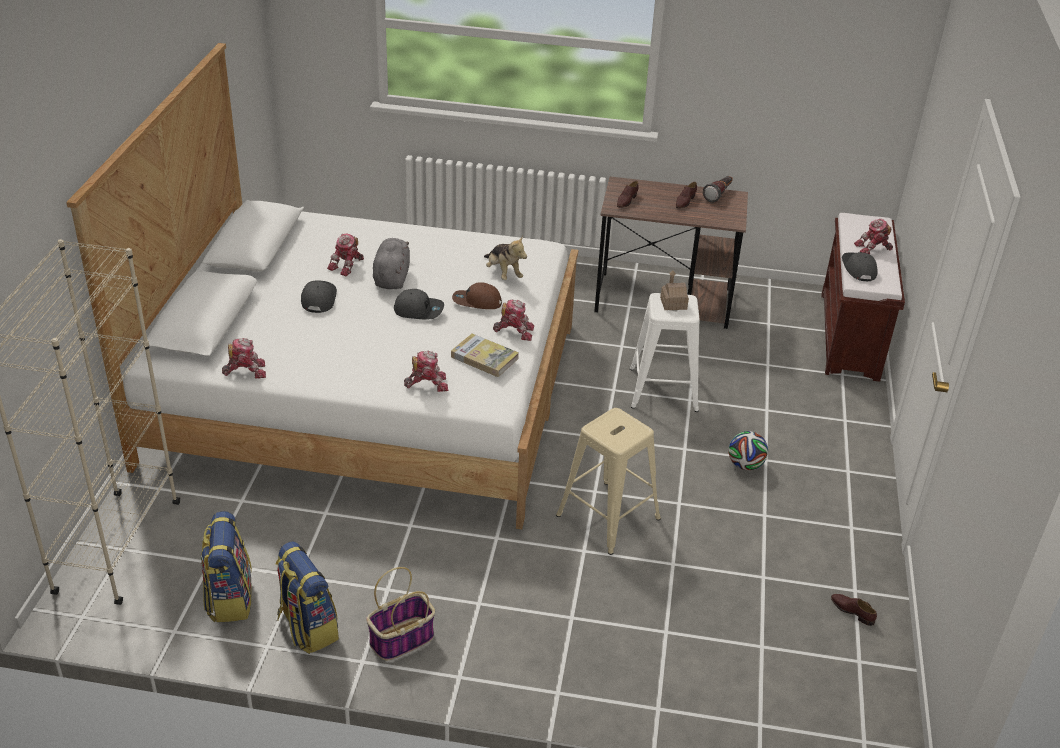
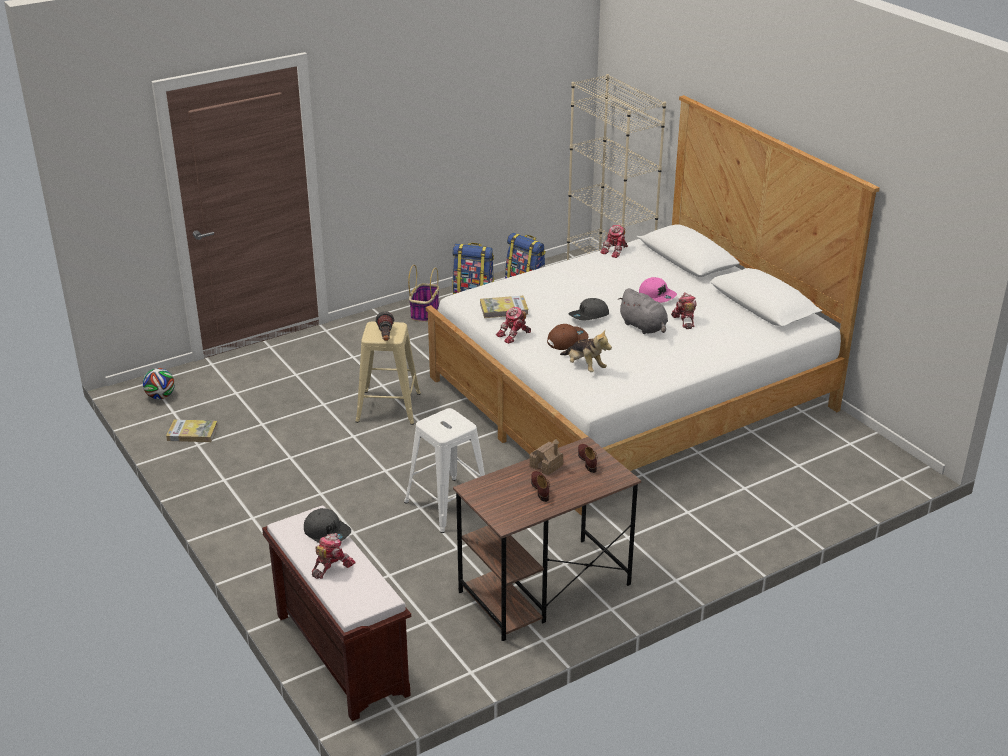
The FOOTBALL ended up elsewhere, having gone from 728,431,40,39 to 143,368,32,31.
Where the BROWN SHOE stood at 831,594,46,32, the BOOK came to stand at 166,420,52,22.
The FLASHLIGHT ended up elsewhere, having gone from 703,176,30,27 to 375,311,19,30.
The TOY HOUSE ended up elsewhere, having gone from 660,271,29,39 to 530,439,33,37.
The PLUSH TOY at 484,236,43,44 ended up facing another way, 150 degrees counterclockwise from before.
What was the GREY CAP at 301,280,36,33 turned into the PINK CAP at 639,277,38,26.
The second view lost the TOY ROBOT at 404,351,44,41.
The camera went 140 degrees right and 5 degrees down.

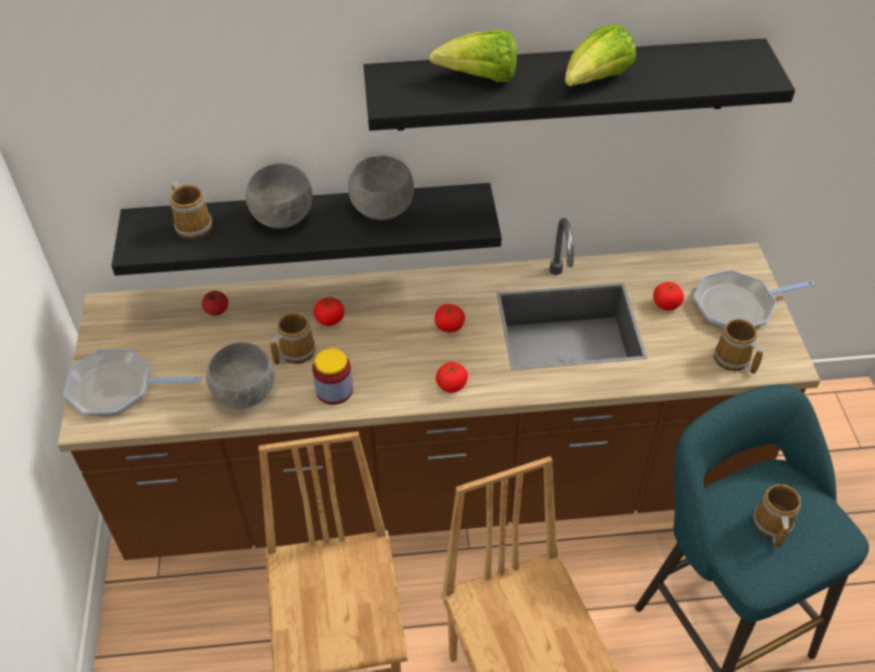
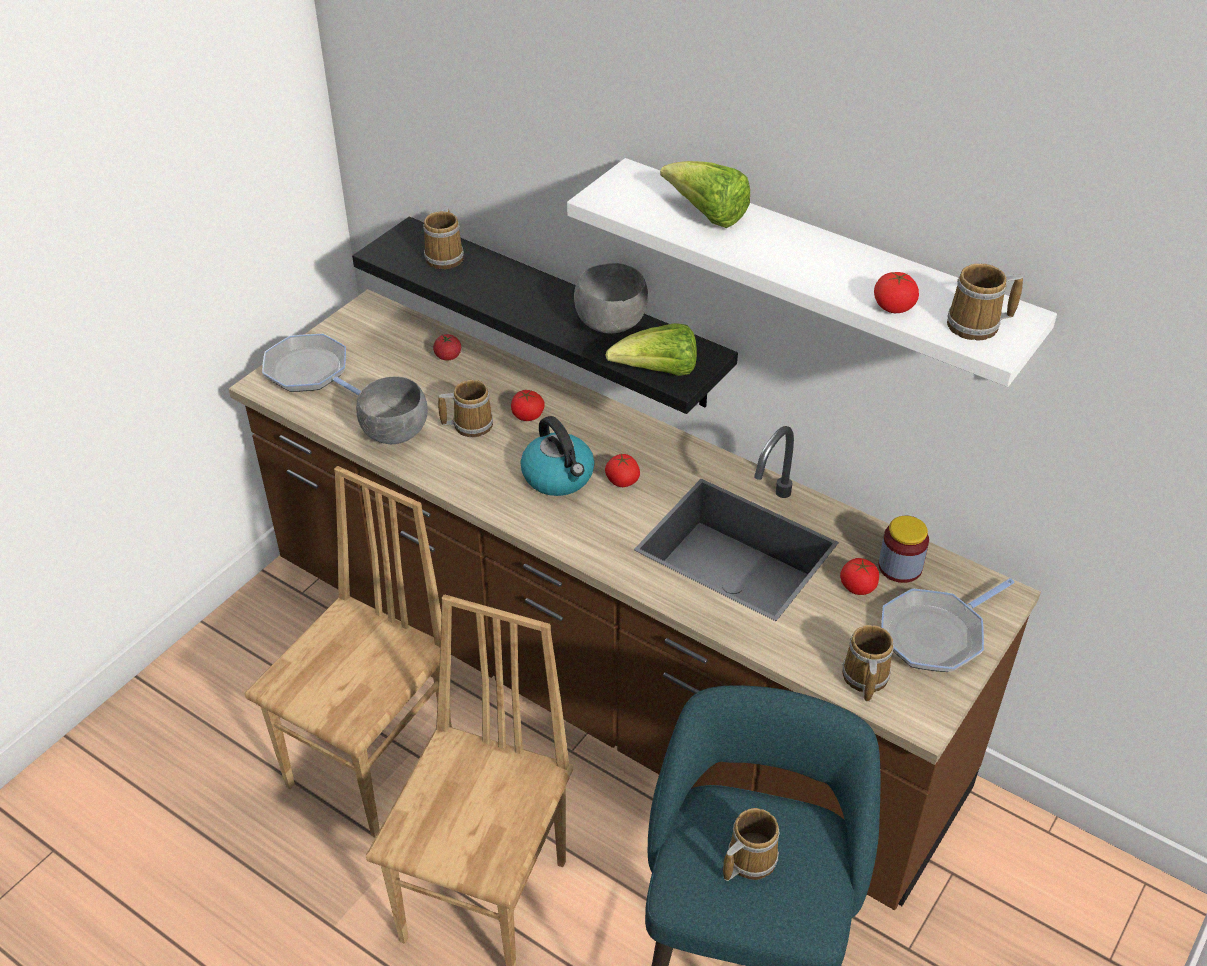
The second view gained the KETTLE at 521,416,73,80.
What was the BLACK SHELF at 364,38,431,93 turned into the WHITE SHELF at 567,158,490,229.
The LETTUCE ended up elsewhere, having gone from 565,24,71,62 to 605,323,92,53.
The TOMATO ended up elsewhere, having gone from 436,362,32,31 to 874,272,45,41.
The JAR ended up elsewhere, having gone from 312,348,41,57 to 878,516,51,67.
The FRYING PAN at 694,270,120,58 ended up facing another way, 60 degrees counterclockwise from before.
The second view gained the MUG at 947,264,76,77.
The second view lost the GREY BOWL at 246,163,67,65.
The camera went 40 degrees right and 5 degrees down.

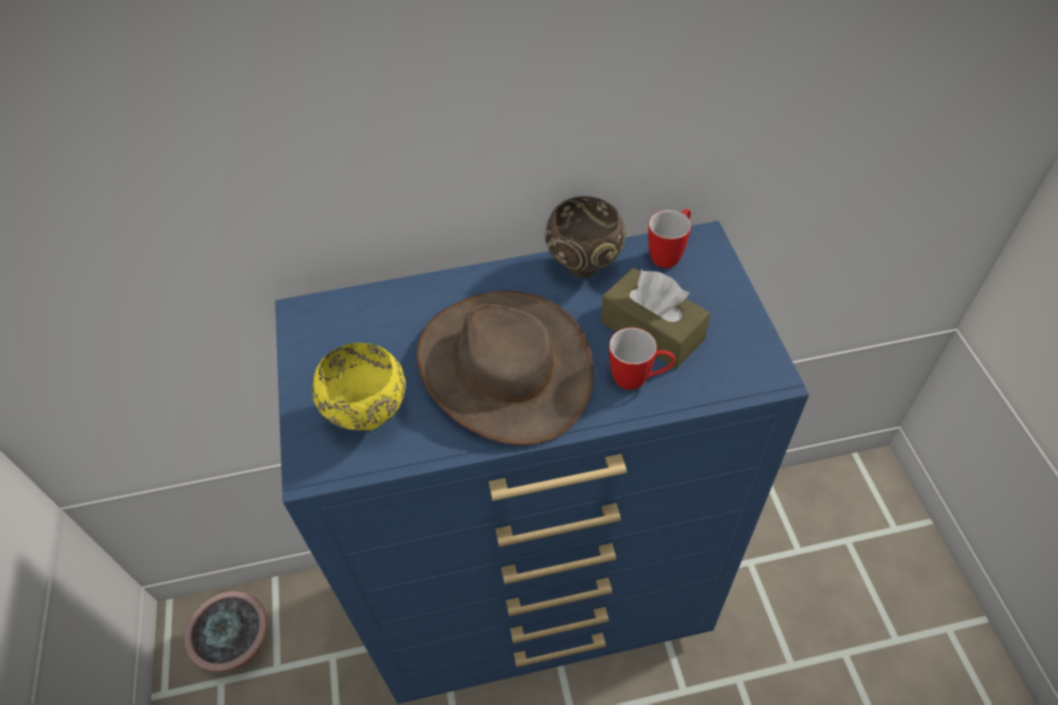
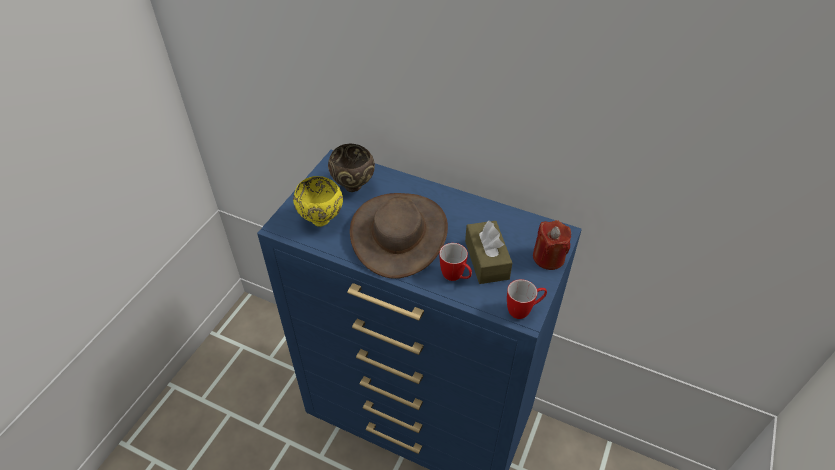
The BROWN BOWL ended up elsewhere, having gone from 545,196,81,82 to 328,144,47,48.
The MUG ended up elsewhere, having gone from 648,209,43,59 to 507,279,40,40.
The second view gained the RED CANDLE at 533,220,38,50.
The second view lost the POTTED PLANT at 184,591,83,81.
The camera went 35 degrees right and 5 degrees down.

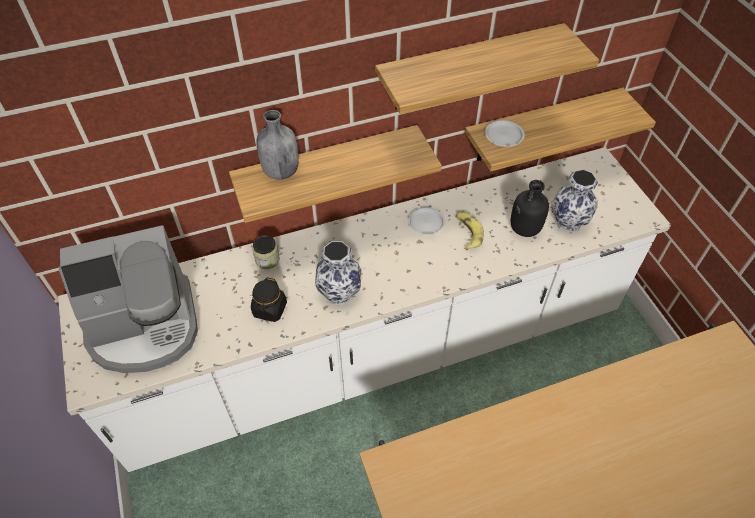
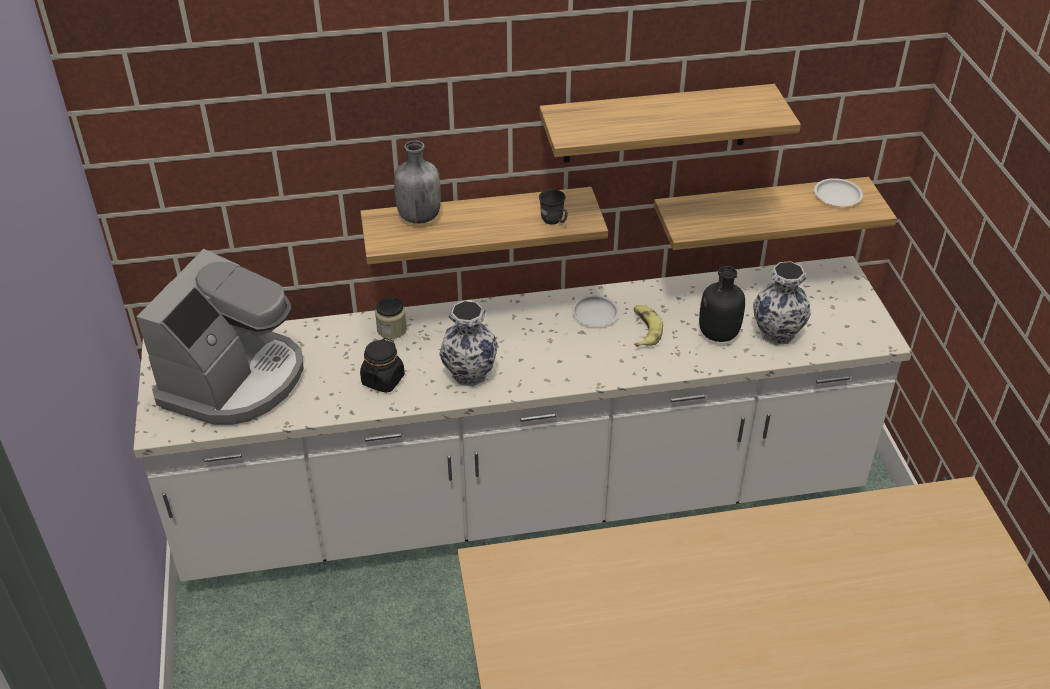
The COFFEE MACHINE at 59,225,139,148 ended up facing another way, 60 degrees counterclockwise from before.
The second view gained the GREY MUG at 539,189,29,36.
The WHITE PLATE ended up elsewhere, having gone from 485,120,40,27 to 814,178,49,28.
The camera went 10 degrees right and 10 degrees down.

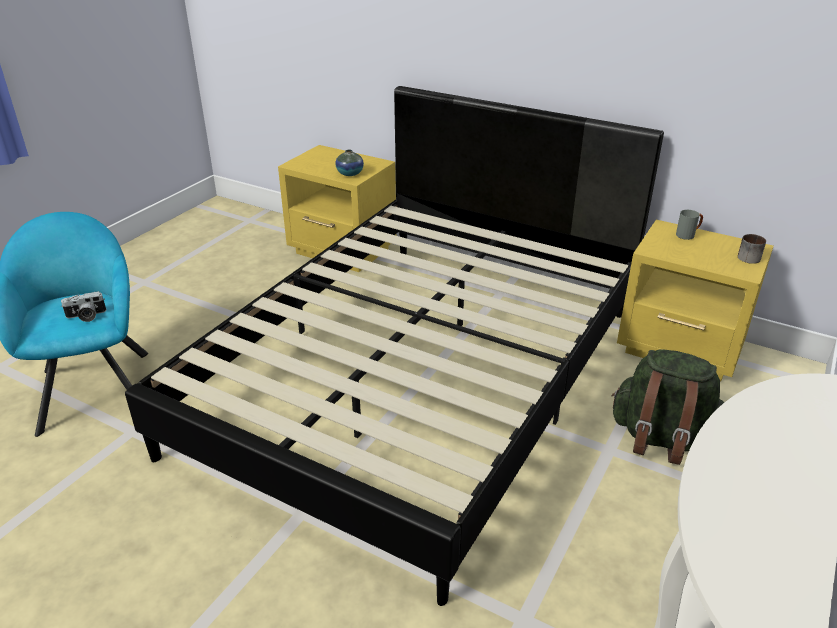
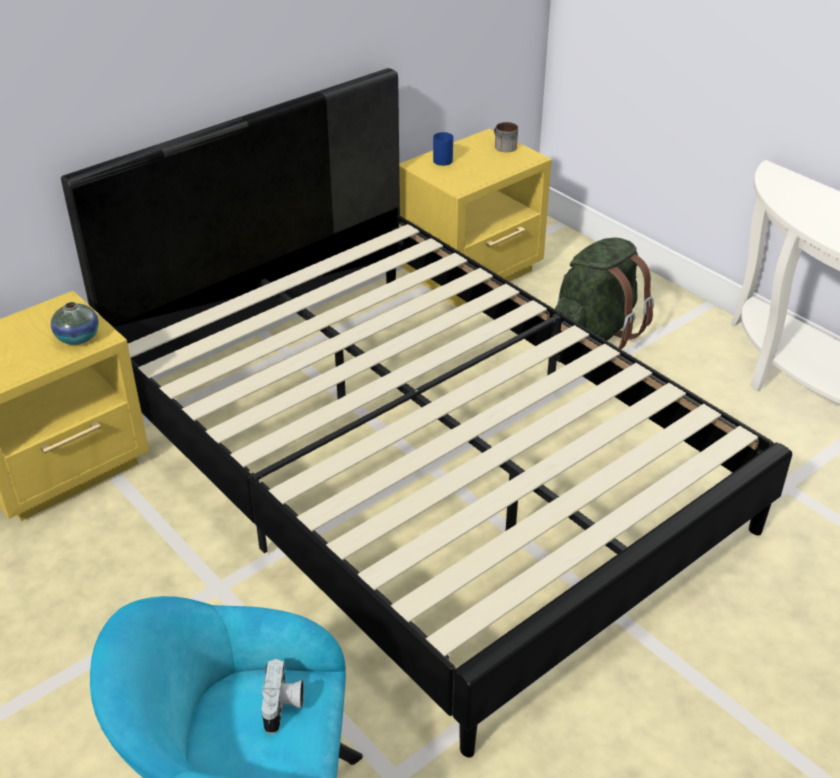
What was the GREY MUG at 676,210,27,30 turned into the BLUE MUG at 433,132,20,34.
The camera went 70 degrees left and 5 degrees up.

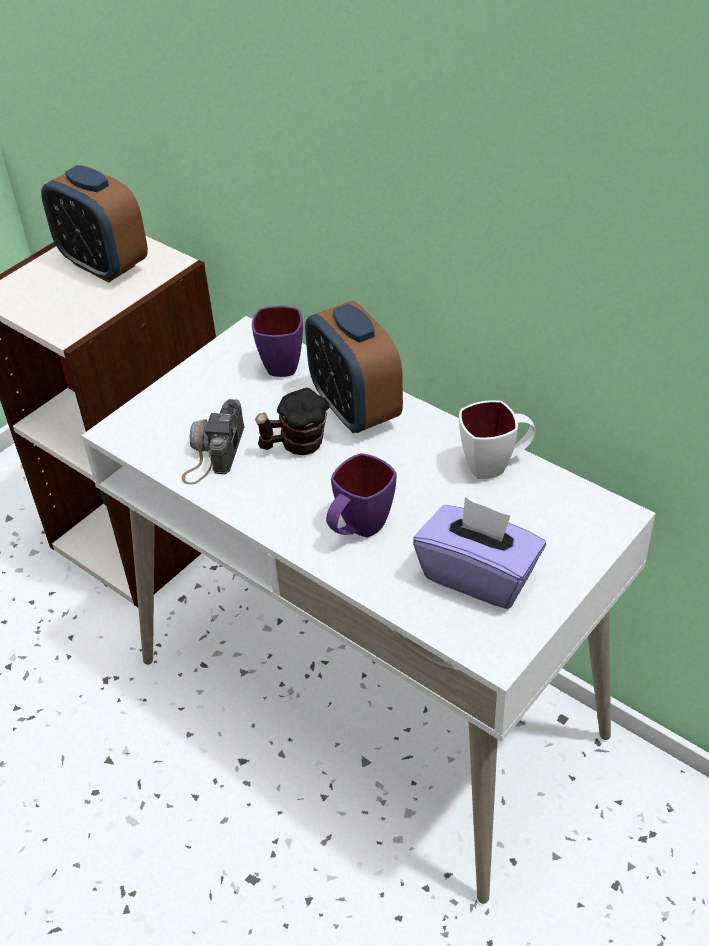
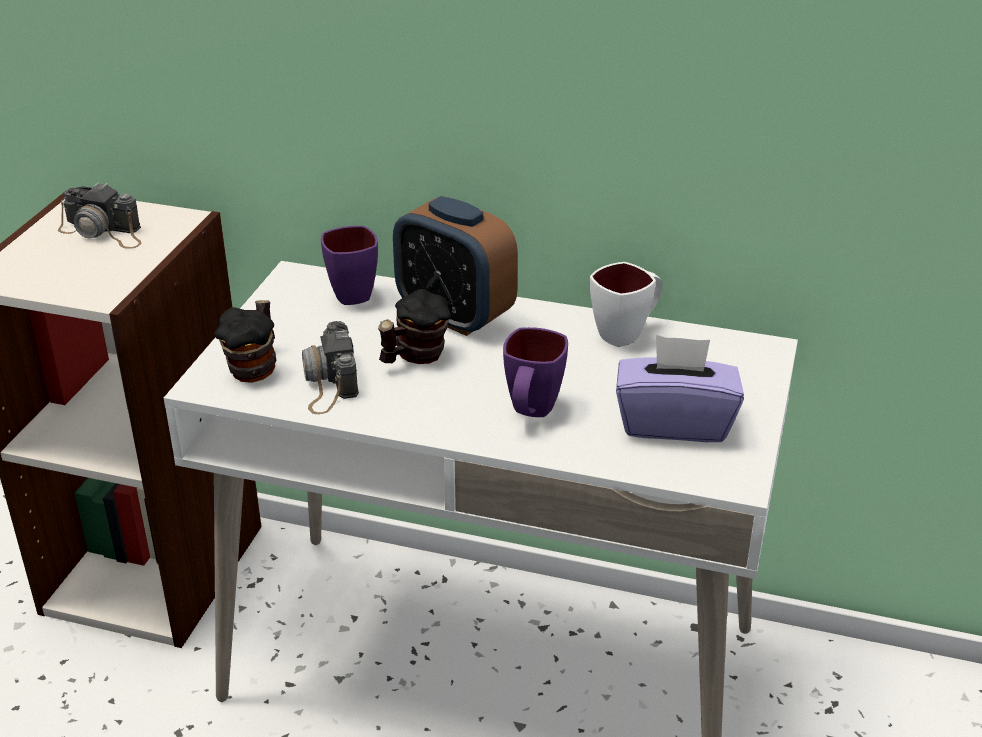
Where the ALARM CLOCK stood at 41,165,107,118, the PHOTO CAMERA came to stand at 58,182,83,67.
The second view gained the MUG at 215,300,61,83.
The camera went 25 degrees left and 10 degrees down.

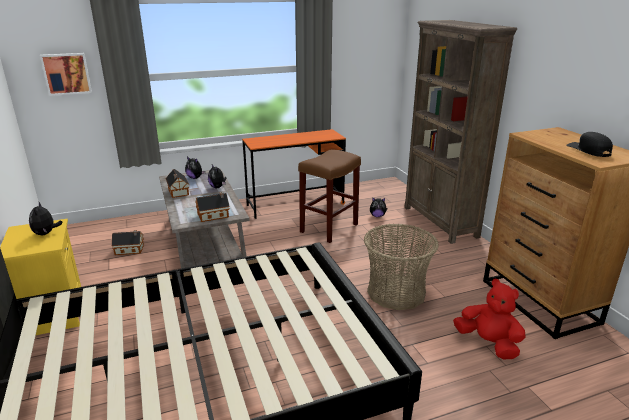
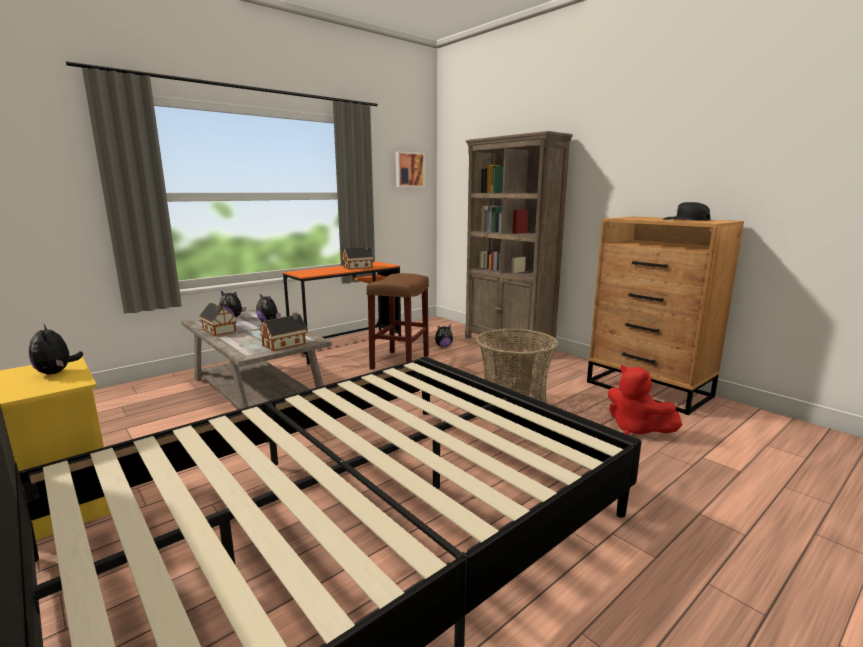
The TOY HOUSE ended up elsewhere, having gone from 112,230,32,25 to 342,245,32,25.
The PICTURE ended up elsewhere, having gone from 40,53,52,43 to 396,151,29,36.
The RED PLUSH TOY at 453,279,73,80 ended up facing another way, 150 degrees counterclockwise from before.
The camera went 20 degrees left and 10 degrees down.

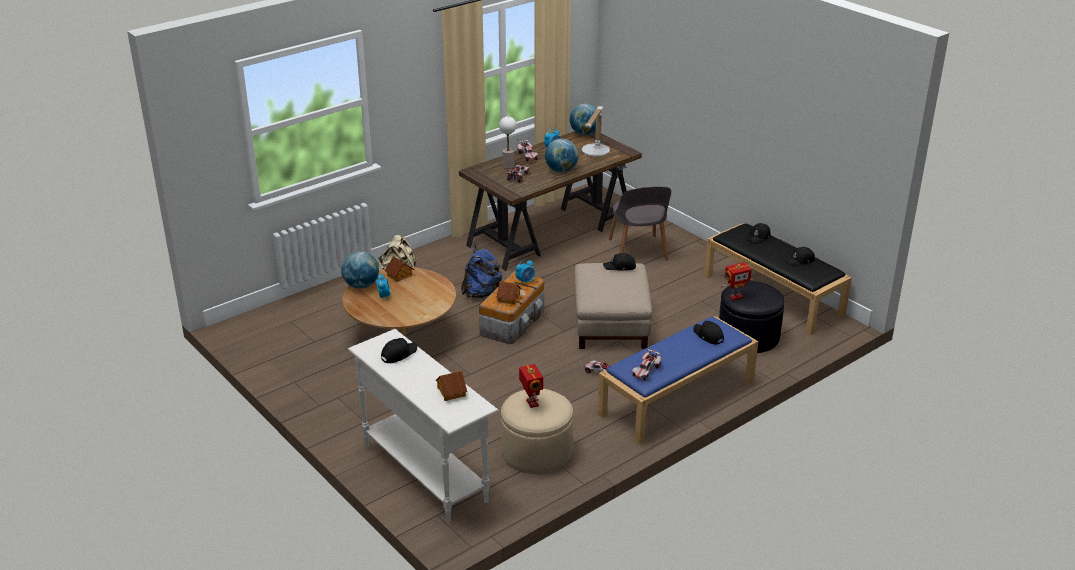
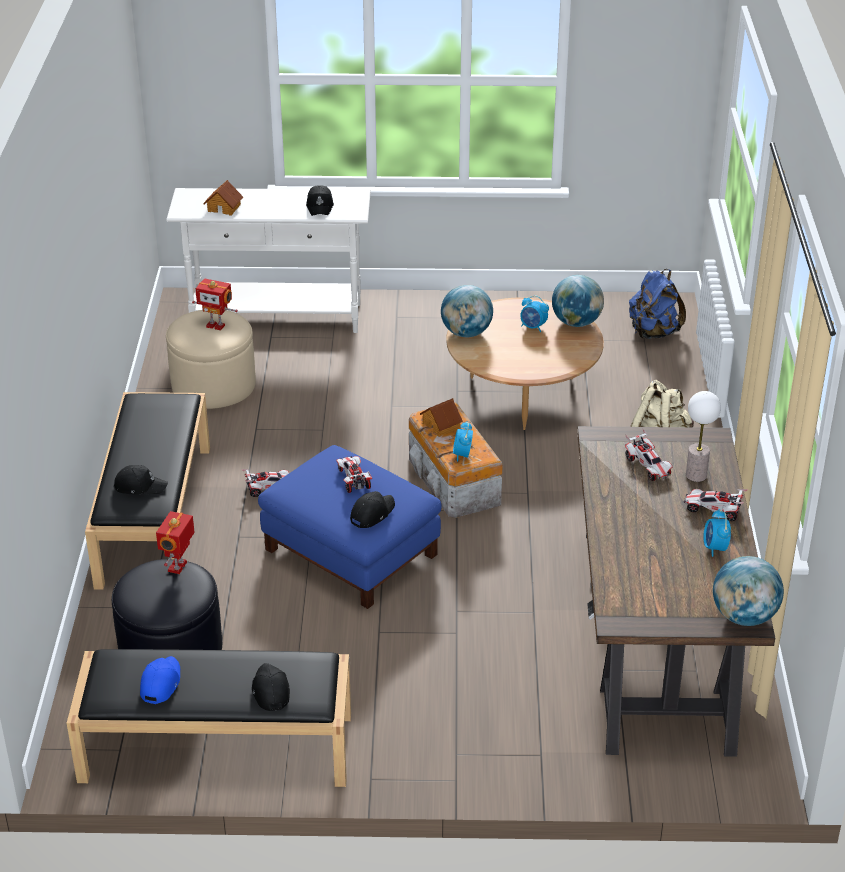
What was the BLUE BENCH at 598,316,160,129 turned into the BLACK BENCH at 85,392,125,198.
What was the BLACK CAP at 785,247,30,20 turned into the BLUE CAP at 140,656,40,48.
What was the BEIGE OTTOMAN at 574,263,78,86 turned into the BLUE OTTOMAN at 258,445,184,164.
The TOY CAR ended up elsewhere, having gone from 632,346,30,35 to 336,456,36,37.
The GLOBE ended up elsewhere, having gone from 545,139,34,34 to 441,285,52,52.
The BLUE BACKPACK ended up elsewhere, having gone from 461,246,41,52 to 629,269,57,70.
The second view lost the TOY HOUSE at 384,256,30,26.
The second view lost the TABLE LAMP at 582,106,28,50.
The second view lost the GREY CHAIR at 609,186,62,74.
The camera went 130 degrees right and 5 degrees up.

